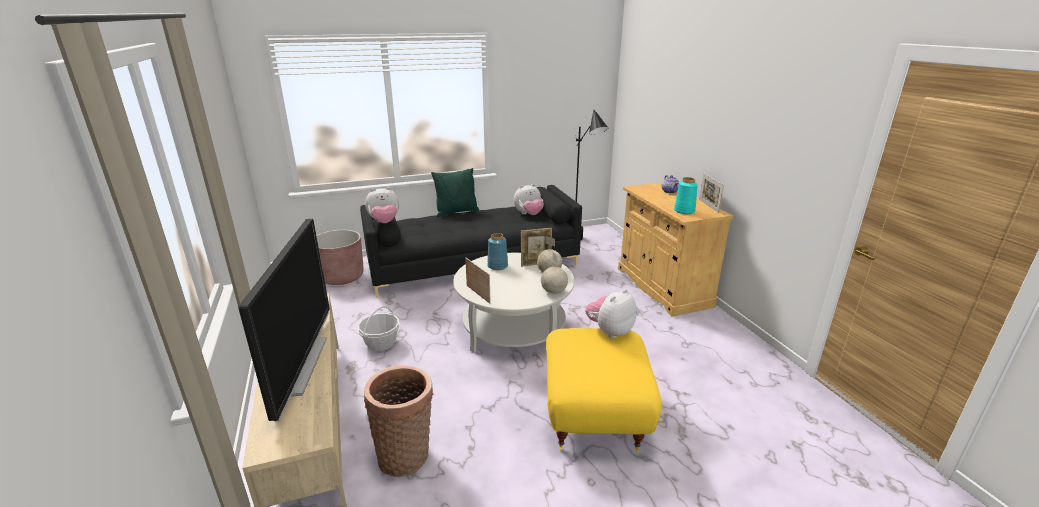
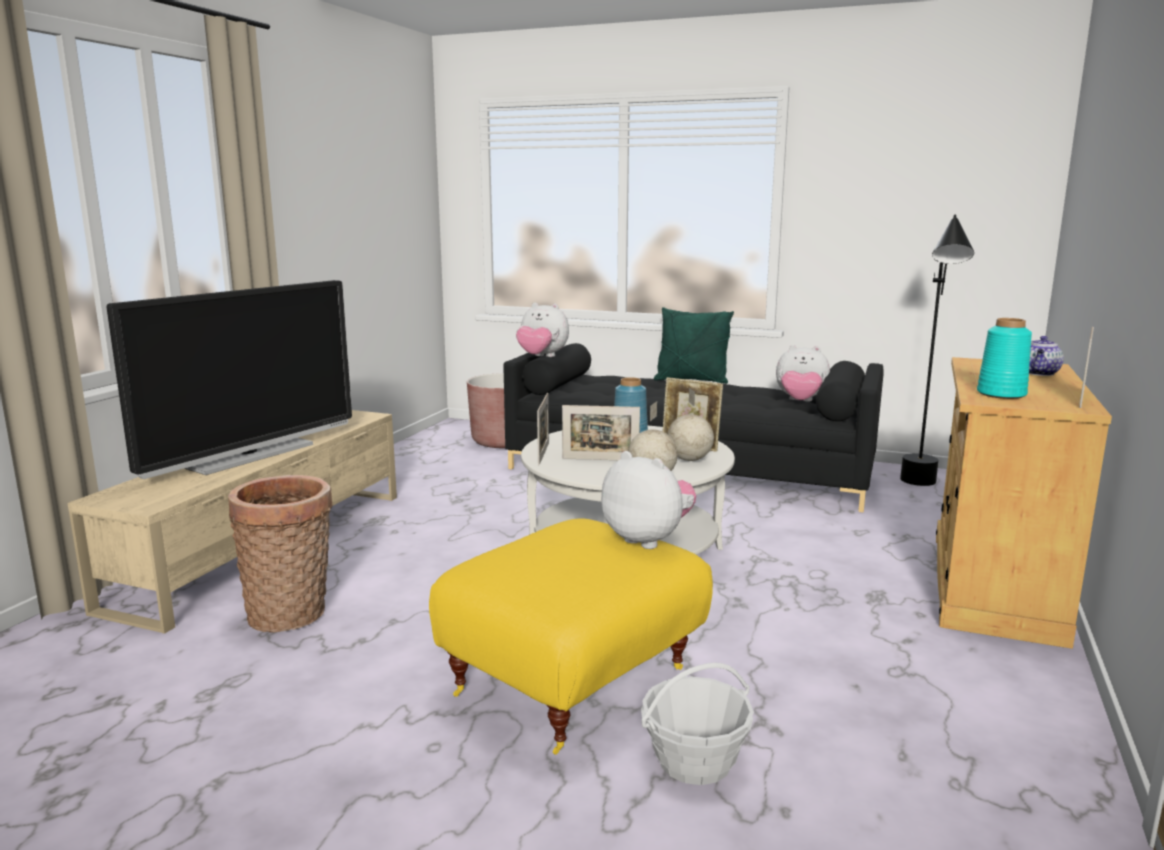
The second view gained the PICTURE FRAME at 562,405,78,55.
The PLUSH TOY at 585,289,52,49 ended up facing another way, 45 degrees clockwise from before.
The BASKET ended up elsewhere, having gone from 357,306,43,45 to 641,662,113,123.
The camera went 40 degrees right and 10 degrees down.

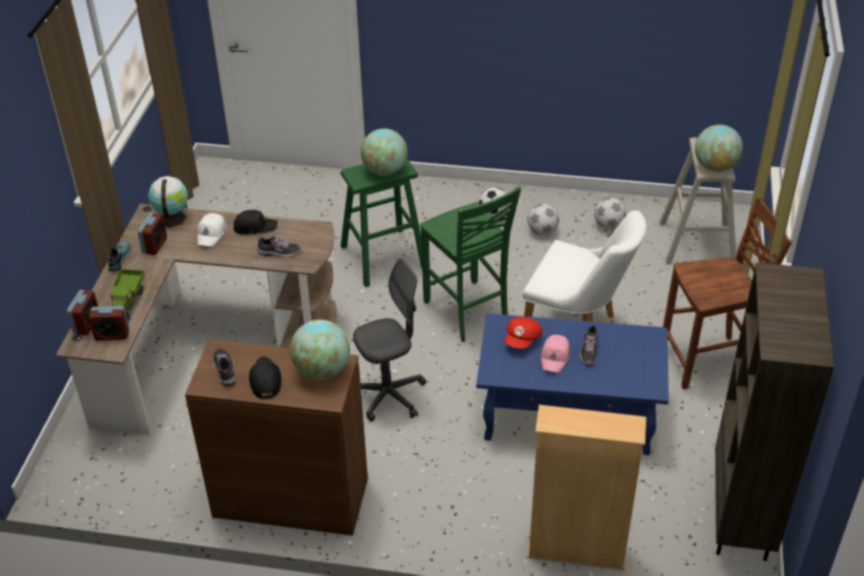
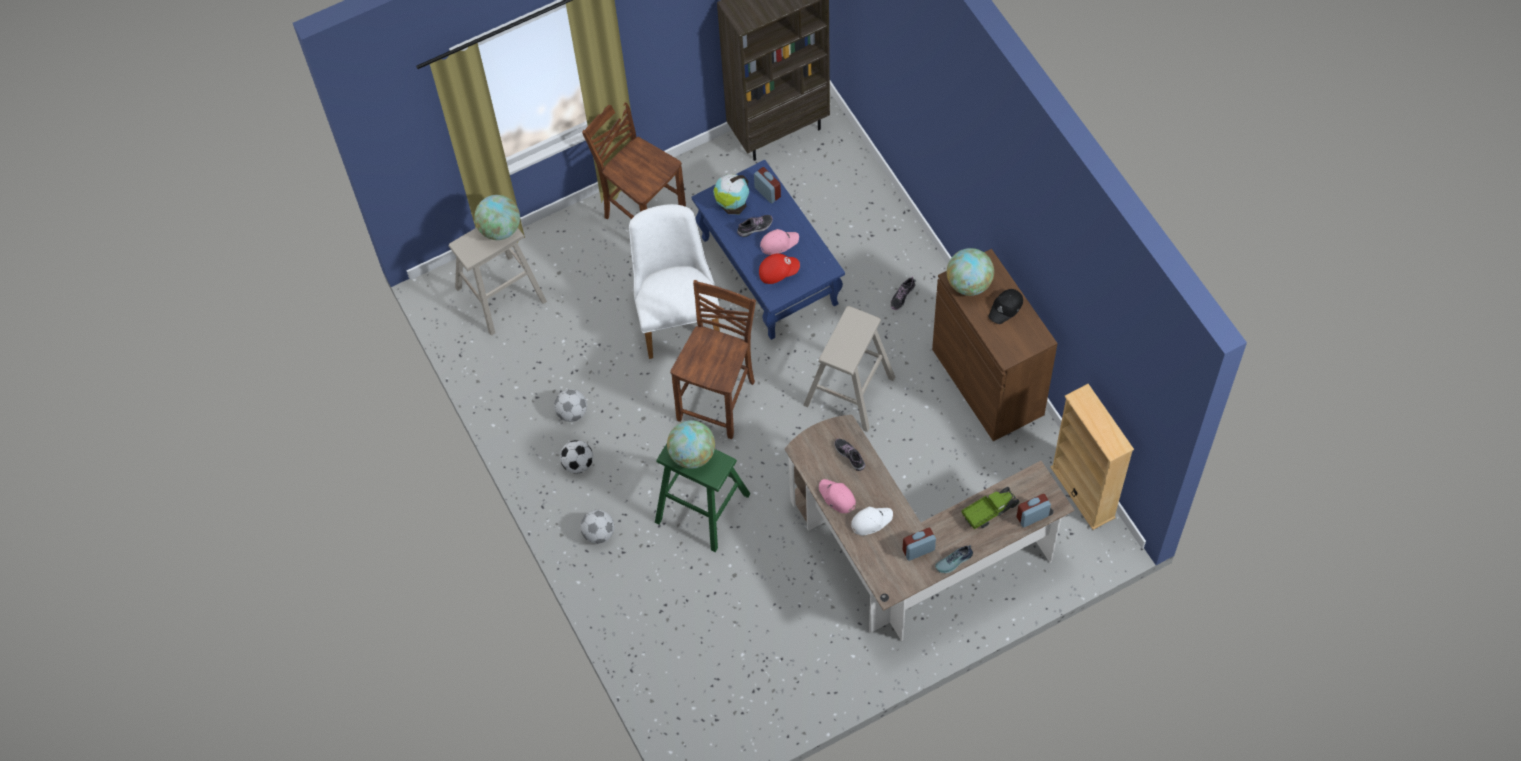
The FOOTBALL ended up elsewhere, having gone from 594,198,32,31 to 580,510,34,34.
What was the GREEN CHAIR at 420,186,101,156 turned into the BROWN CHAIR at 670,280,86,159.
The GLOBE ended up elsewhere, having gone from 148,176,40,52 to 713,174,36,40.
The ALARM CLOCK ended up elsewhere, having gone from 89,306,40,35 to 754,167,27,37.
Where the GREY OFFICE CHAIR stood at 353,258,73,164, the BEIGE STOOL came to stand at 803,306,92,126.
What was the BLACK CAP at 233,210,45,24 turned into the PINK CAP at 819,479,37,34.
The SHOE ended up elsewhere, having gone from 213,348,23,38 to 890,276,25,34.
The BEIGE BOOKCASE ended up elsewhere, having gone from 527,405,119,165 to 1050,384,84,146.
The camera went 125 degrees left and 20 degrees up.

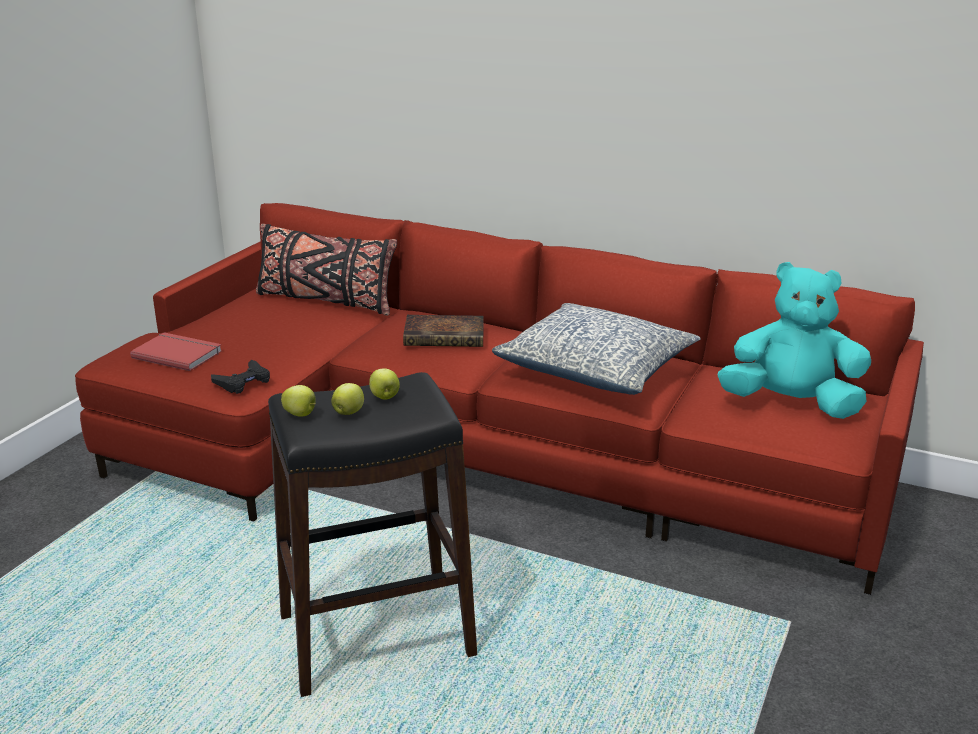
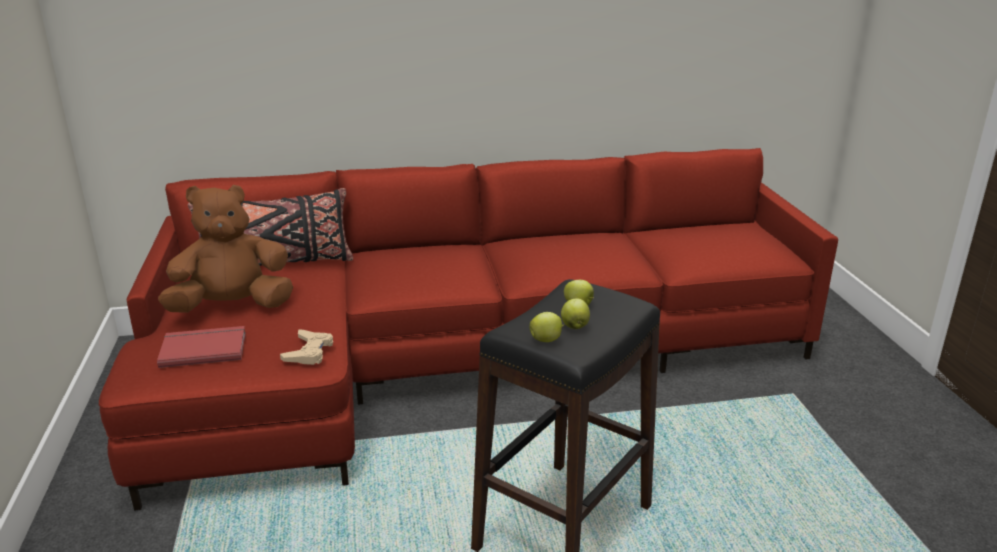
The second view gained the BROWN PLUSH TOY at 158,185,135,128.
What was the BLACK GAME CONTROLLER at 211,359,59,35 turned into the BEIGE GAME CONTROLLER at 280,329,53,36.
The second view lost the BOOK at 403,315,81,32.
The second view lost the PILLOW at 492,303,209,92.
The second view lost the TURQUOISE PLUSH TOY at 718,262,153,157.
The camera went 35 degrees left and 0 degrees up.

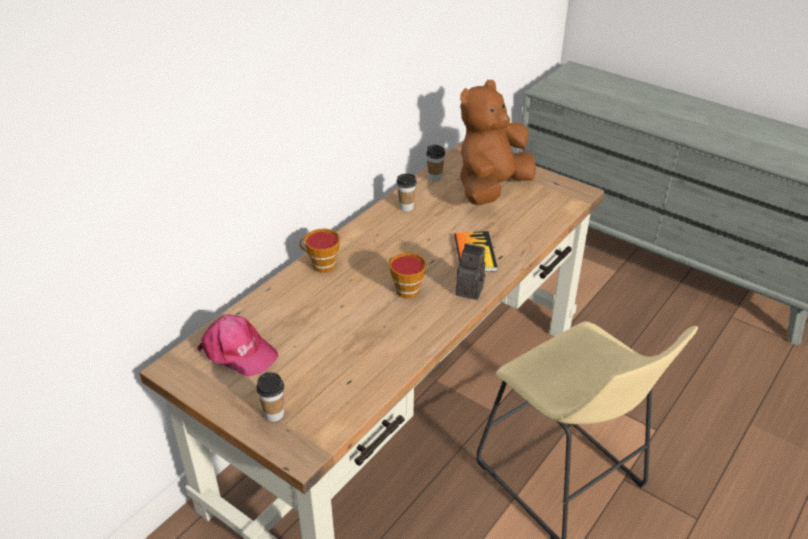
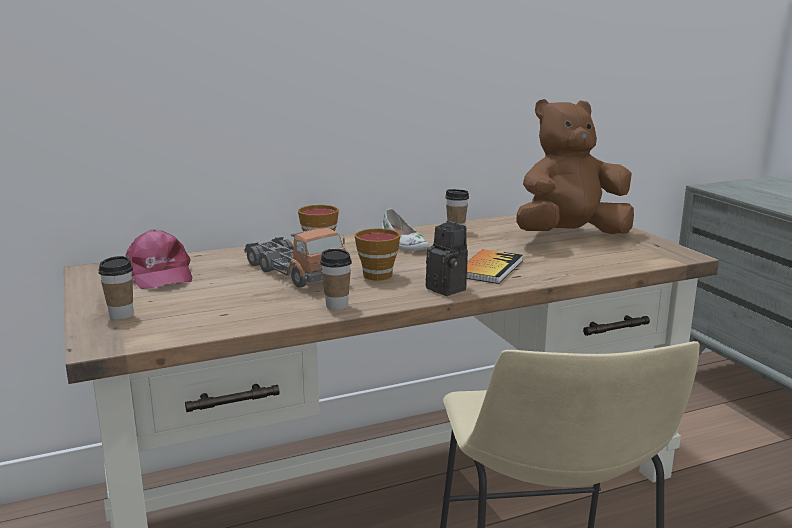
The second view gained the TOY TRUCK at 244,227,101,61.
The CUP ended up elsewhere, having gone from 426,145,19,37 to 320,249,32,61.
The second view gained the WHITE SHOE at 381,209,48,42.
The camera went 30 degrees right and 20 degrees down.

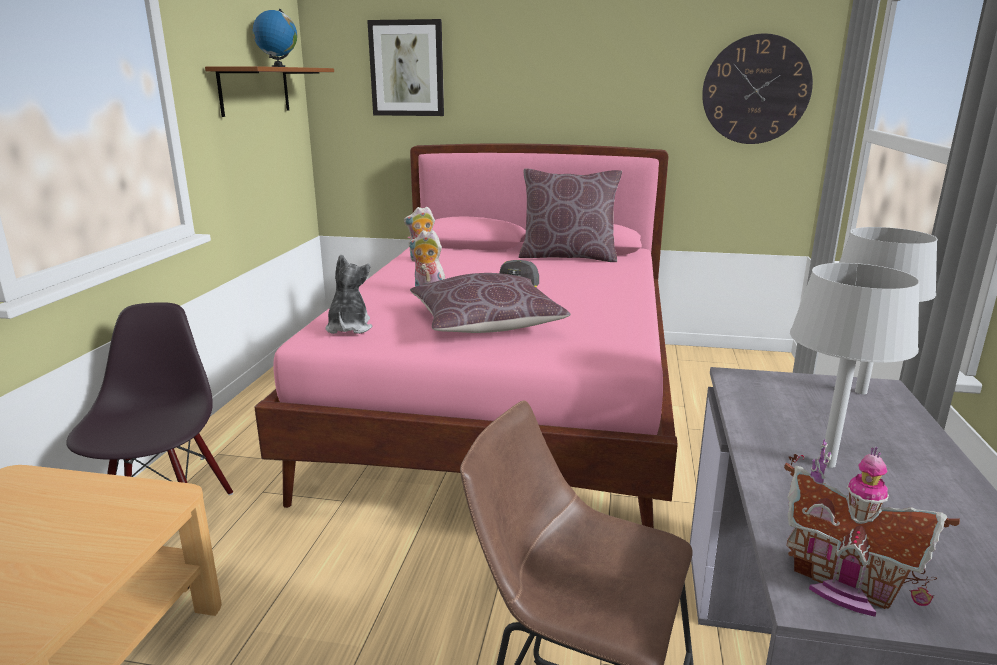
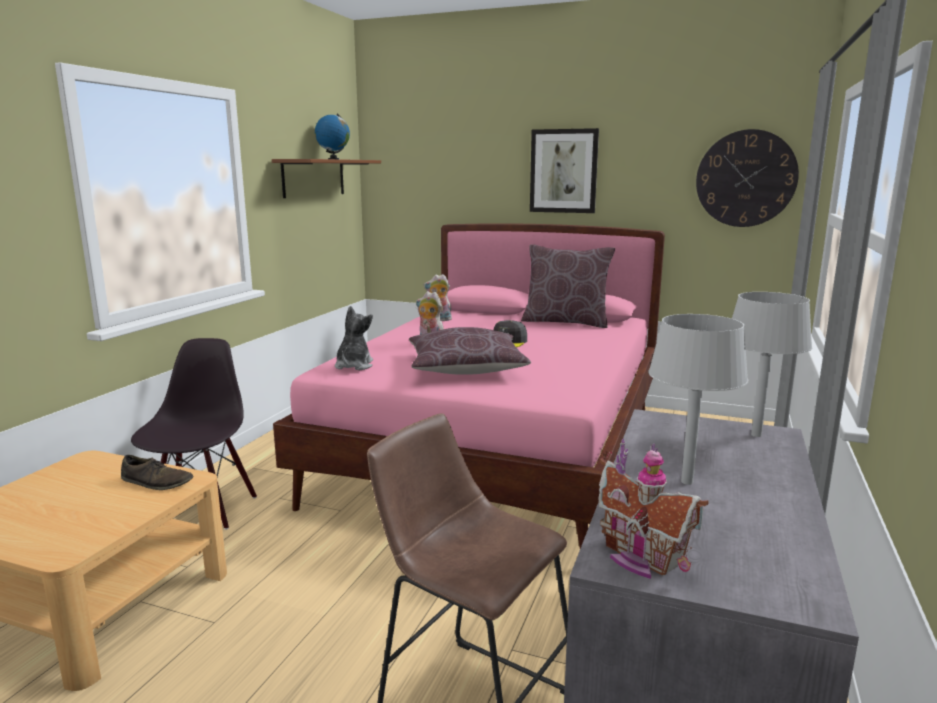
The second view gained the BROWN SHOE at 121,455,72,35.
The PICTURE ended up elsewhere, having gone from 367,19,77,97 to 530,128,69,85.
The camera went 10 degrees right and 5 degrees down.

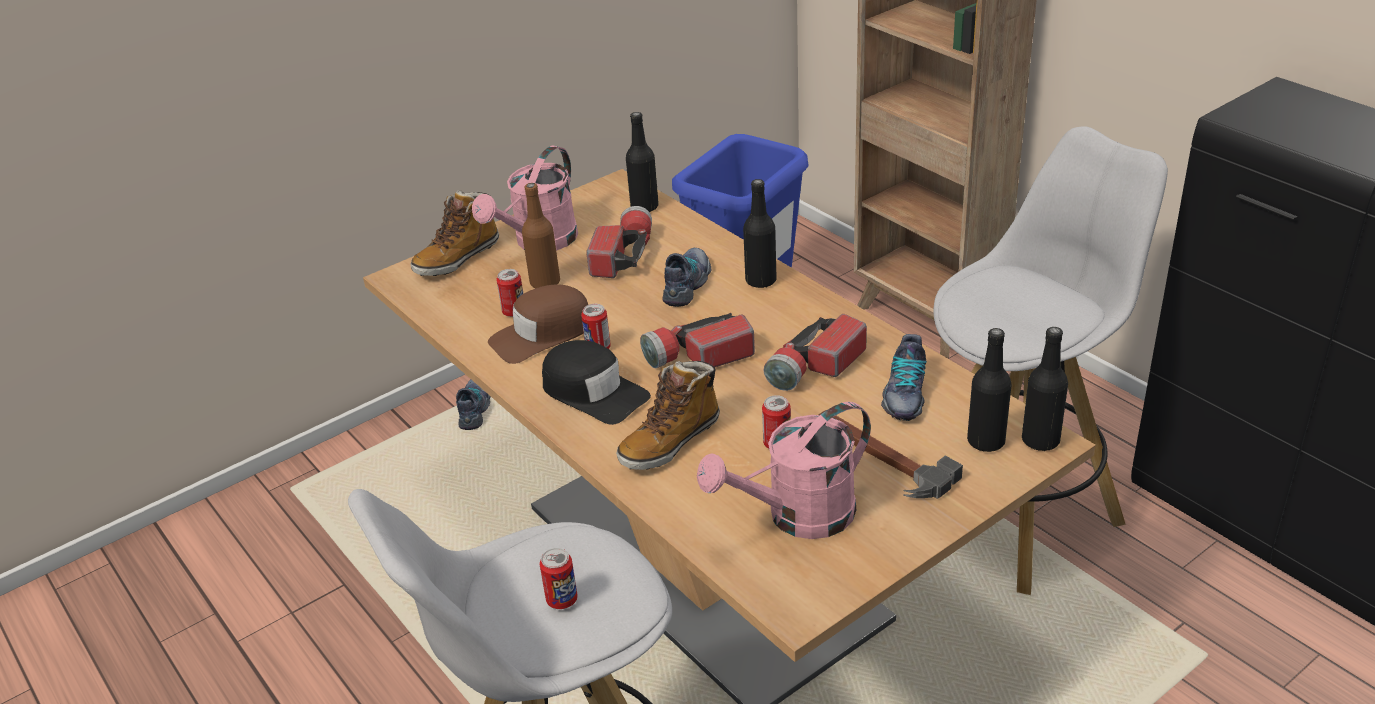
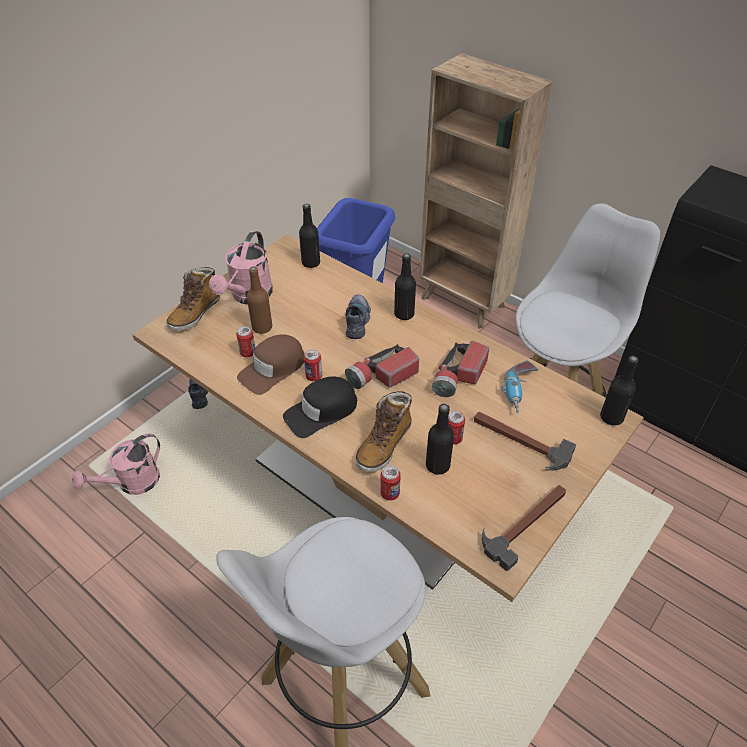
The PINK WATERING CAN ended up elsewhere, having gone from 697,402,174,137 to 72,433,88,62.
The BLACK CAP at 542,340,109,85 ended up facing another way, 120 degrees clockwise from before.
The CAN ended up elsewhere, having gone from 540,548,38,61 to 380,466,21,35.
The BLACK BOTTLE ended up elsewhere, having gone from 967,328,44,124 to 426,404,28,71.
The second view gained the HAMMER at 482,485,84,86.
Where the SHOE stood at 881,334,46,87, the POWER DRILL came to stand at 501,360,37,53.
The second view lost the FLASHLIGHT at 586,206,66,72.
The camera went 15 degrees left and 10 degrees up.

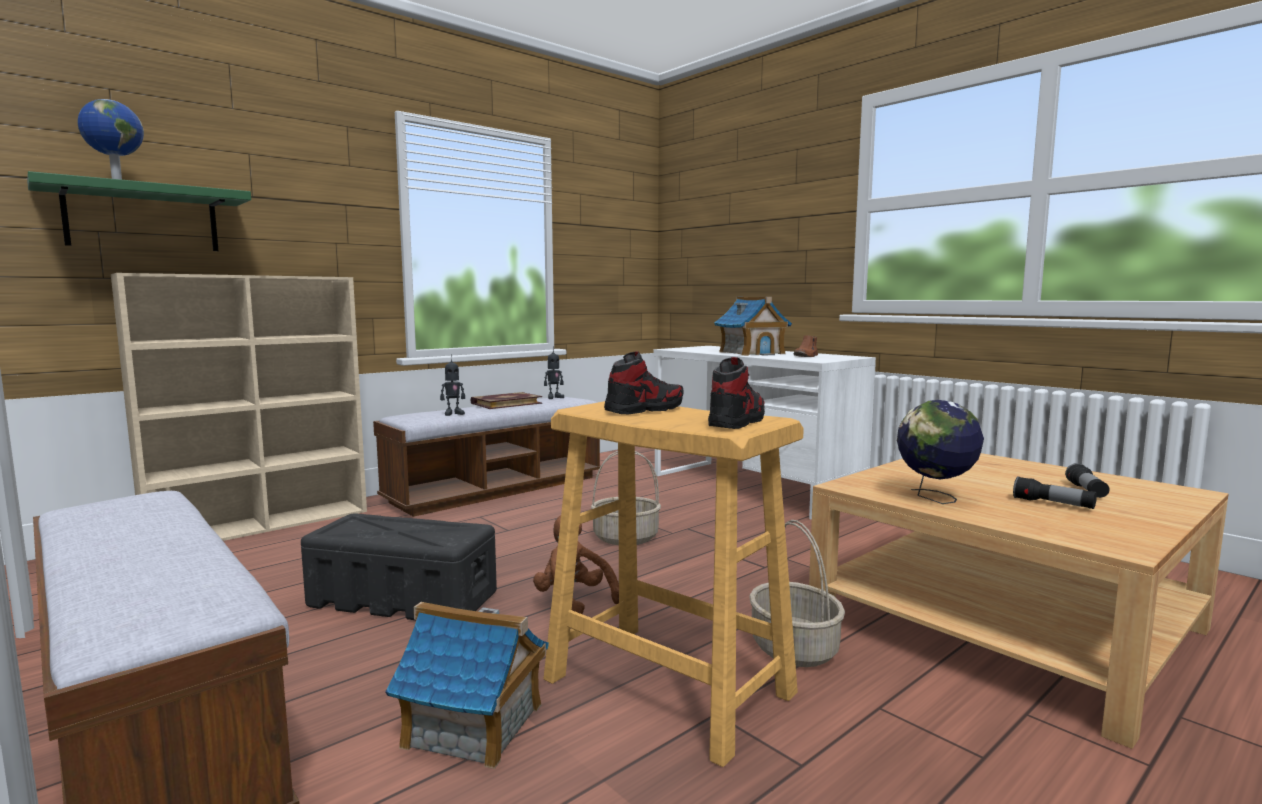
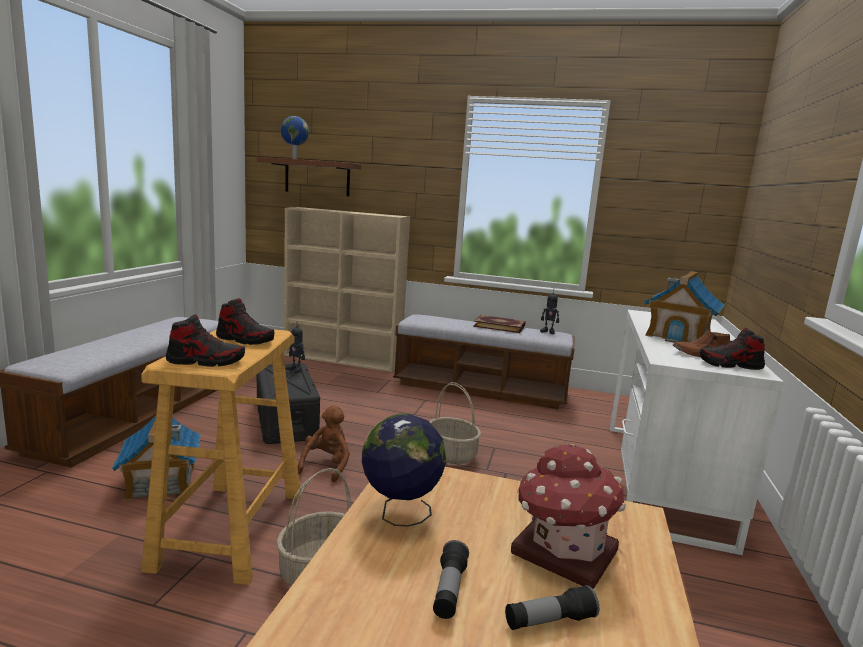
What was the GREEN SHELF at 27,171,224,80 turned into the BROWN SHELF at 257,157,104,39.
The TOY ROBOT ended up elsewhere, having gone from 440,357,25,59 to 286,326,19,47.
The second view gained the TOY HOUSE at 511,444,115,145.
The second view gained the SHOE at 700,328,65,42.
The camera went 55 degrees right and 5 degrees up.

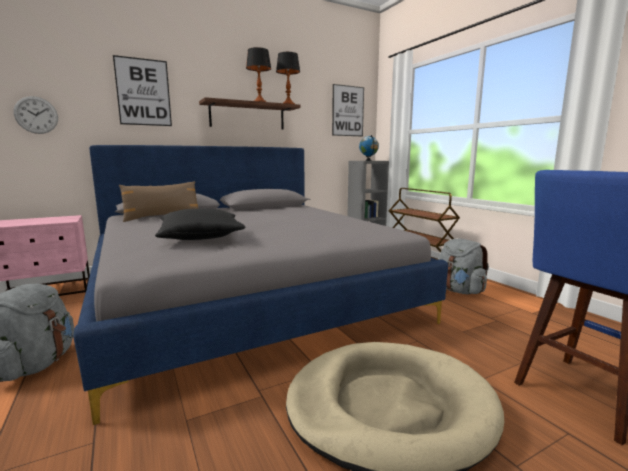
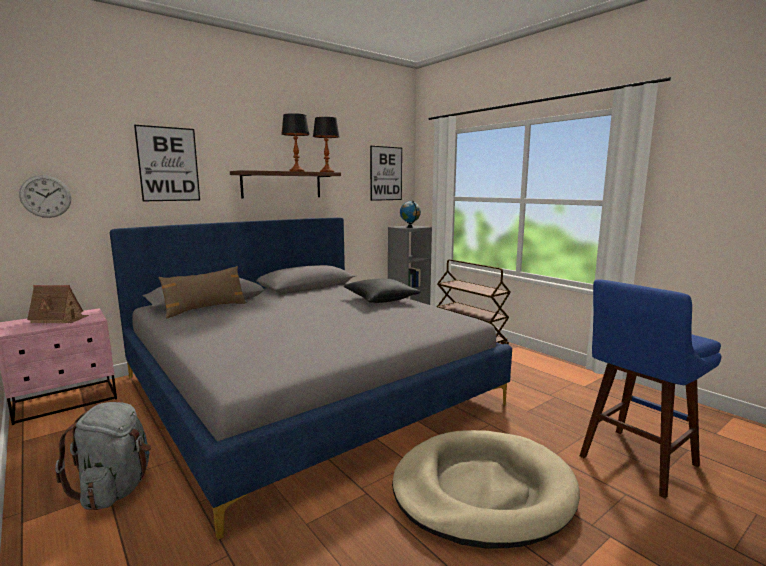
The second view gained the TOY HOUSE at 27,285,62,39.
The BLACK PILLOW ended up elsewhere, having gone from 155,208,90,32 to 343,279,78,24.
The second view lost the GREY BACKPACK at 438,238,51,56.
The camera went 10 degrees left and 0 degrees up.

